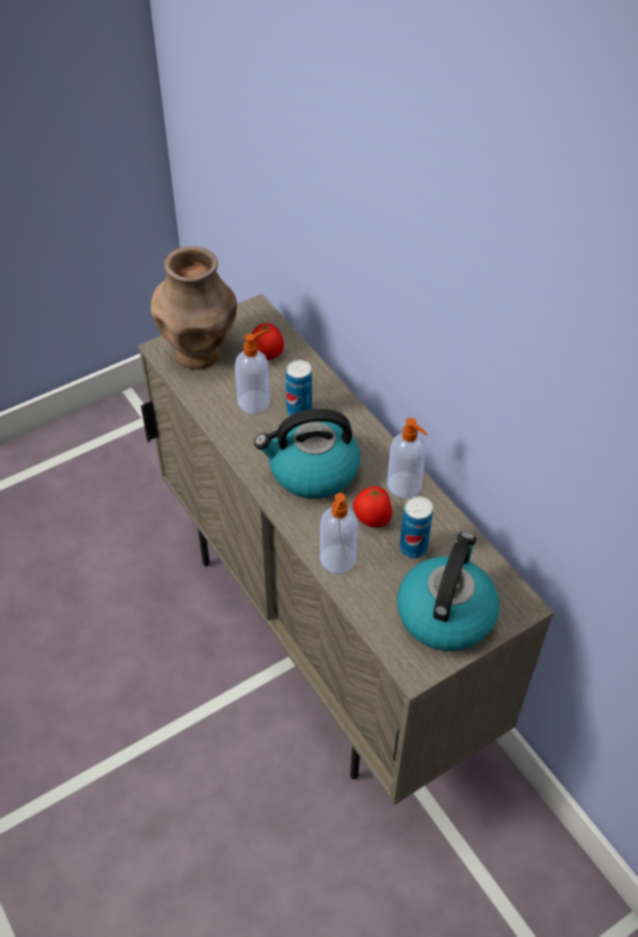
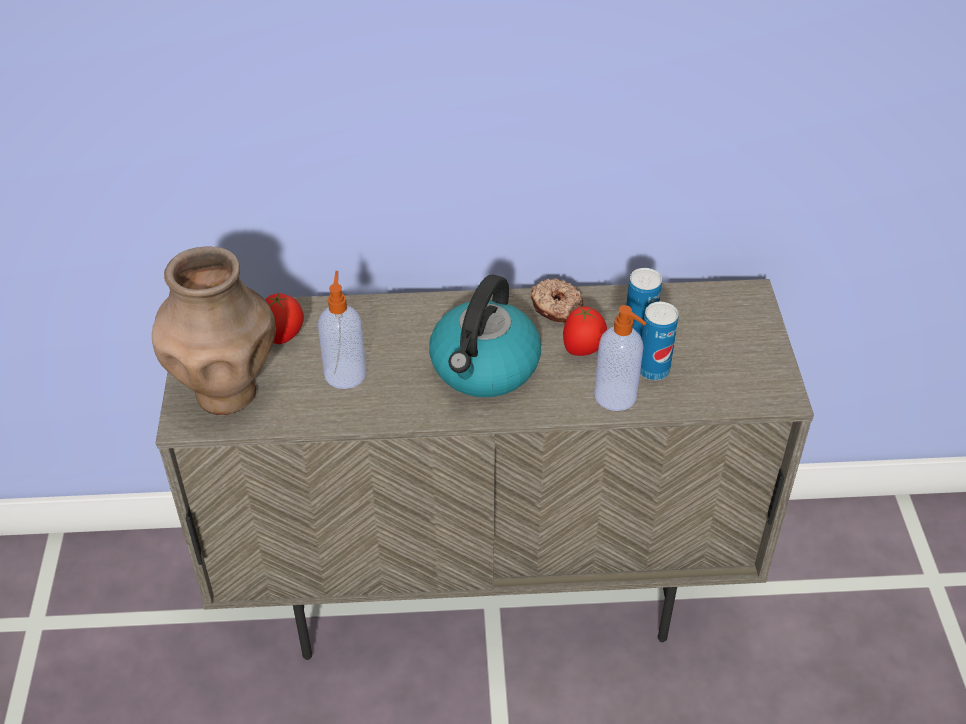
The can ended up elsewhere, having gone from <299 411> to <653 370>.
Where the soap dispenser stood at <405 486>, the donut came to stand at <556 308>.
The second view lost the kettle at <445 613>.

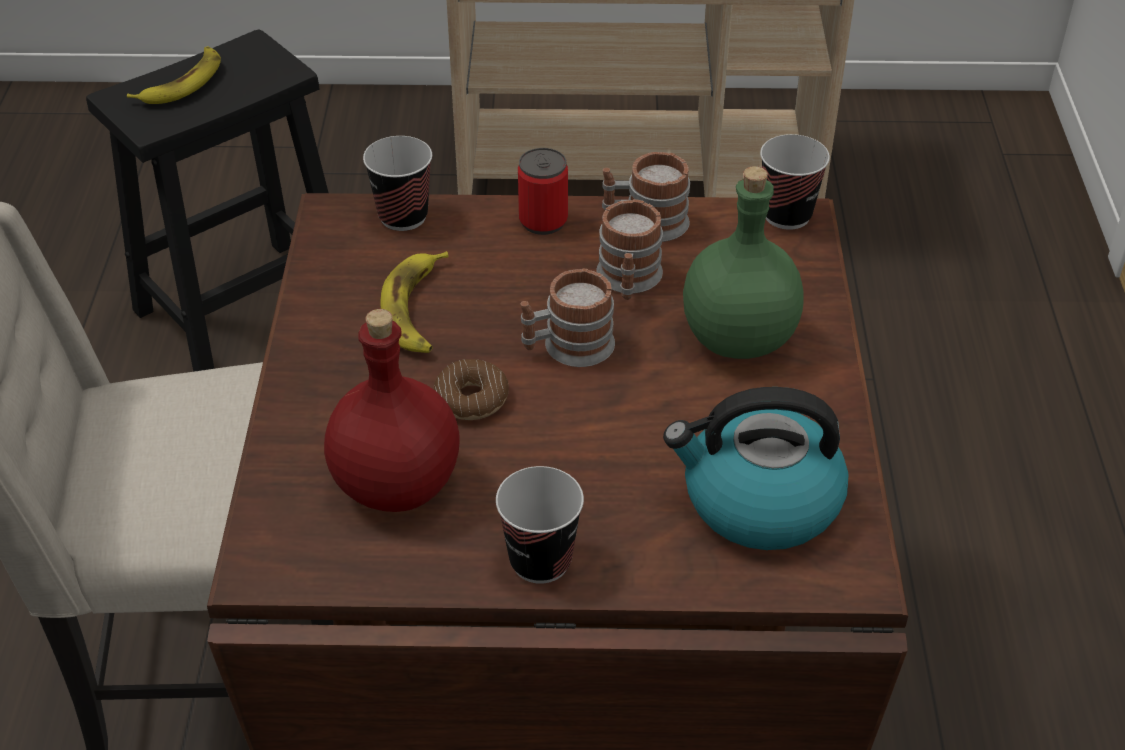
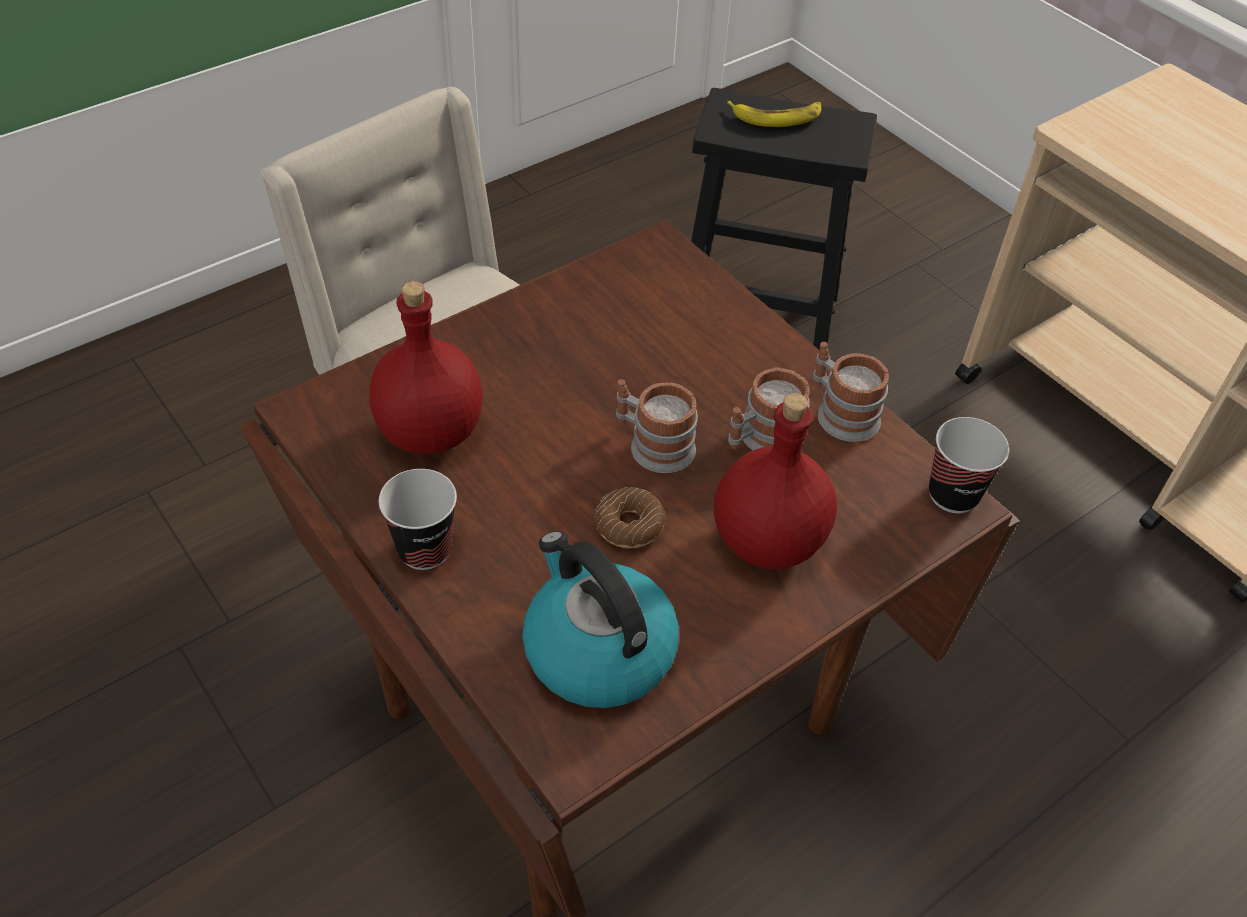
The second view lost the cup at <403 216>.
The second view lost the banana at <417 310>.
The donut ended up elsewhere, having gone from <471 399> to <629 525>.
The second view lost the can at <543 221>.
What was the green bottle at <736 338> turned into the red bottle at <766 540>.

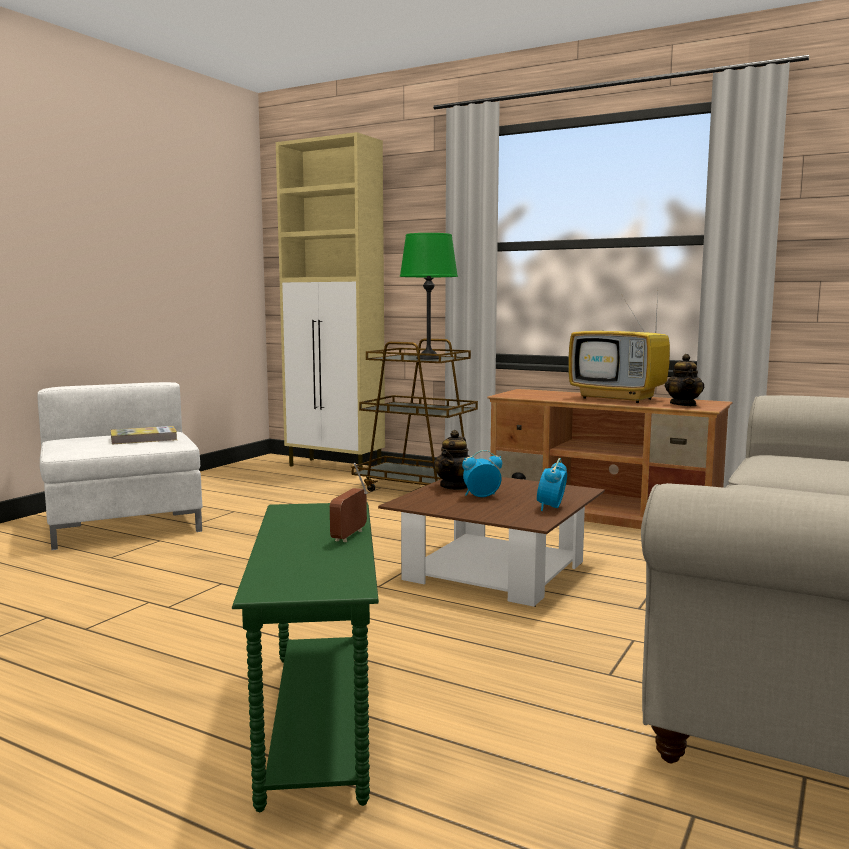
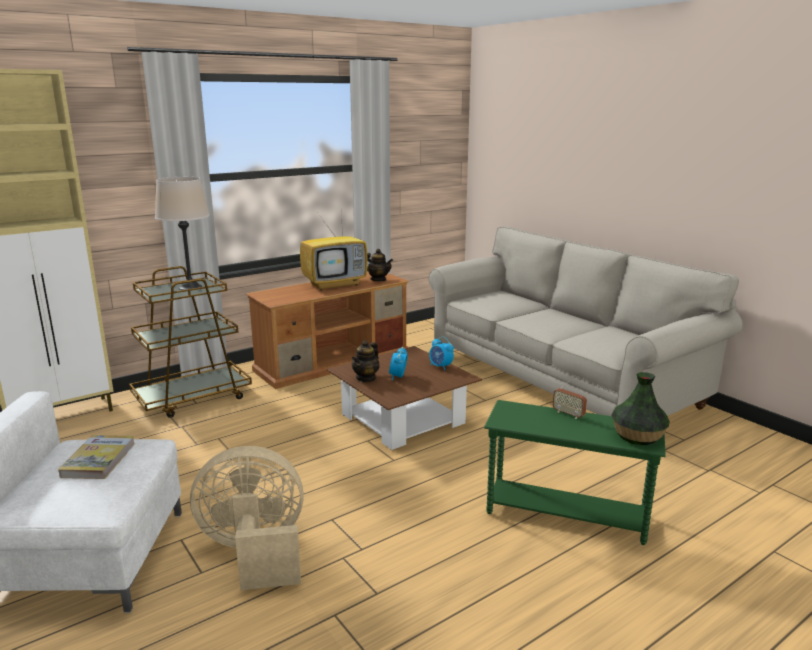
What was the green table lamp at <428 358> turned into the beige table lamp at <190 287>.
The teapot at <454 486> ended up facing another way, 75 degrees clockwise from before.
The second view gained the beige fan at <255 552>.
The second view gained the vase at <637 436>.

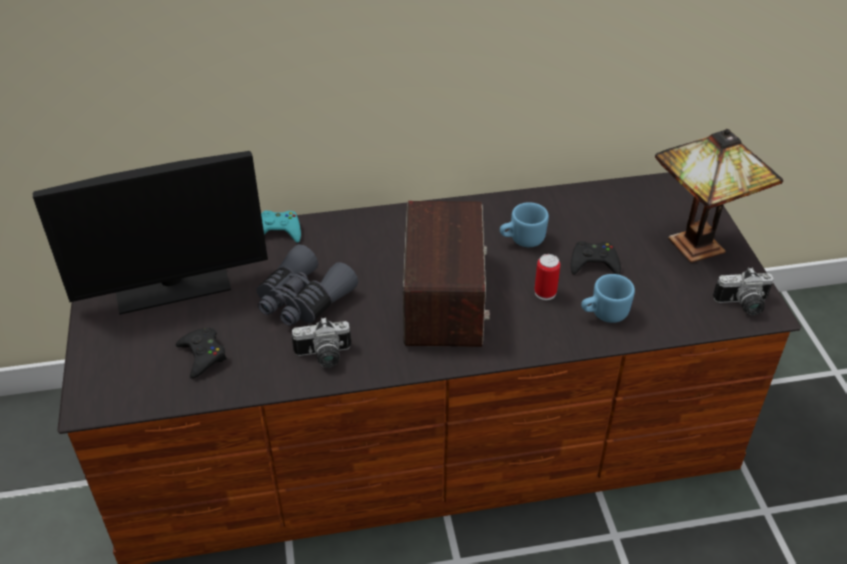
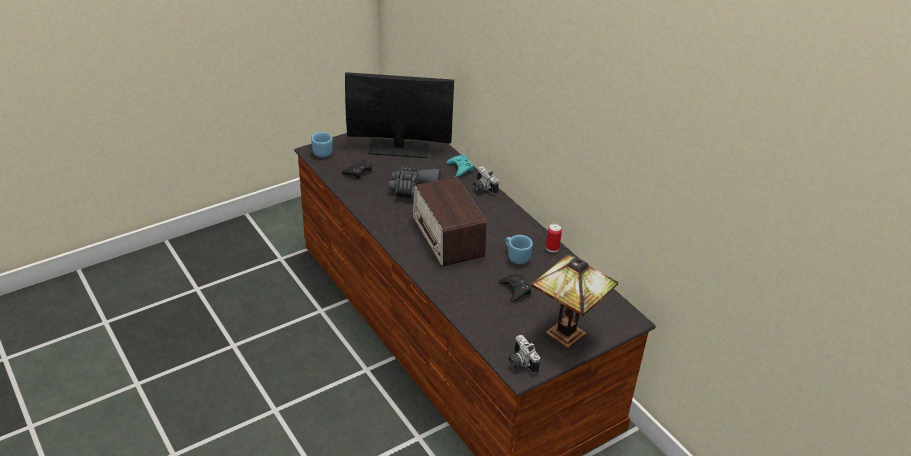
The monitor at <172 285> ended up facing another way, 135 degrees clockwise from before.
The photo camera ended up elsewhere, having gone from <323 356> to <482 188>.
The radio at <443 296> ended up facing another way, 90 degrees clockwise from before.
The can ended up elsewhere, having gone from <545 292> to <552 248>.
The blue mug ended up elsewhere, having gone from <603 313> to <321 152>.

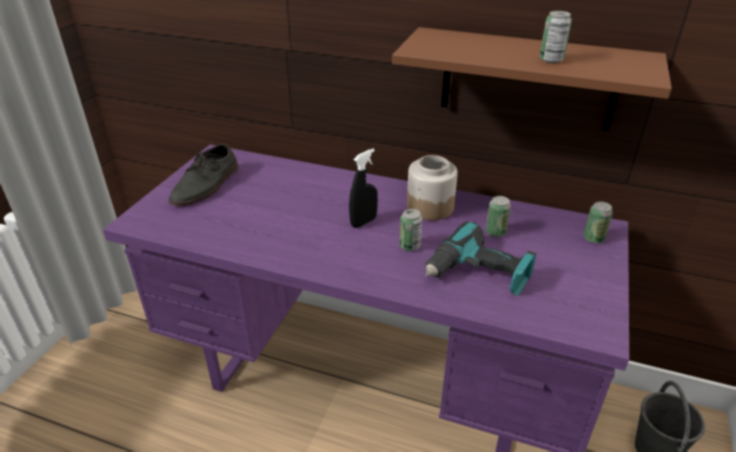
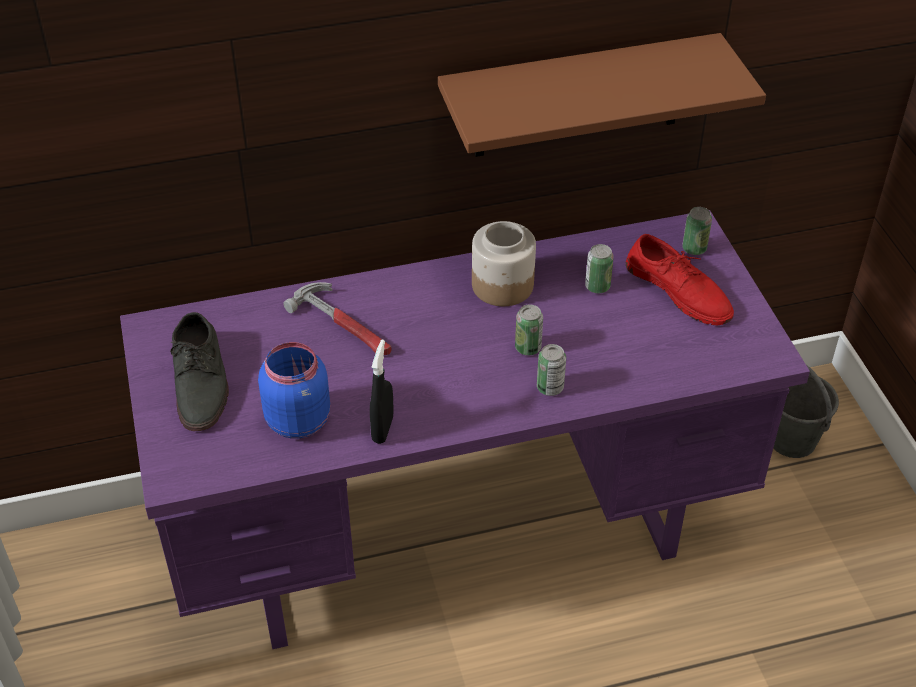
The black spray bottle ended up elsewhere, having gone from <363 222> to <382 429>.
The second view lost the power drill at <478 274>.
The can ended up elsewhere, having gone from <551 60> to <550 387>.
The second view gained the blue jar at <298 419>.
The second view gained the hammer at <345 325>.
The second view gained the red shoe at <679 290>.

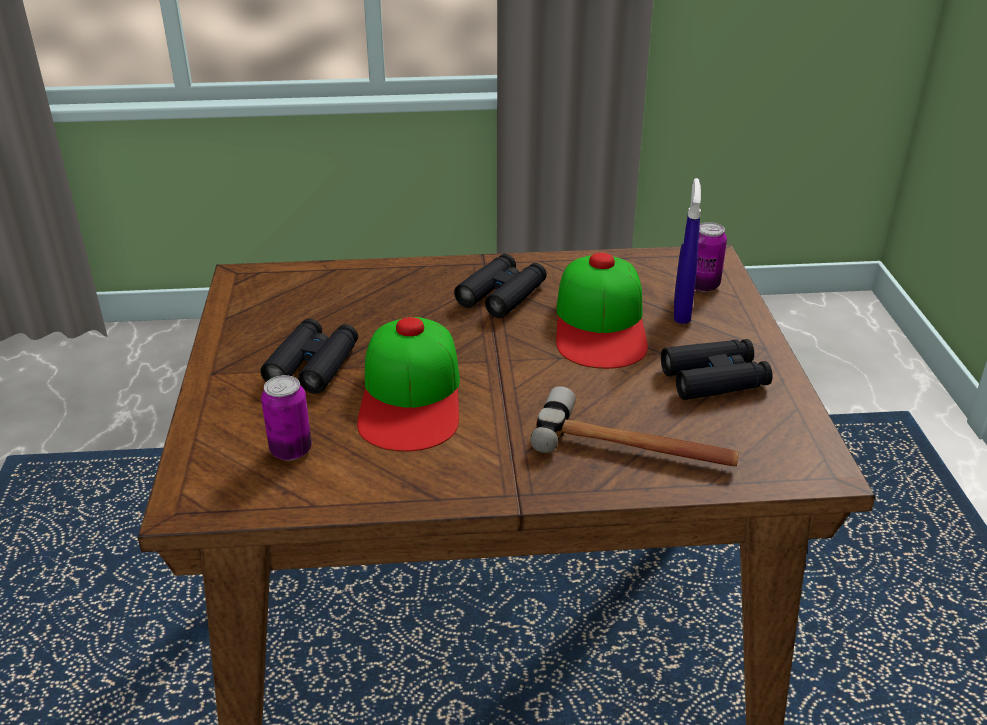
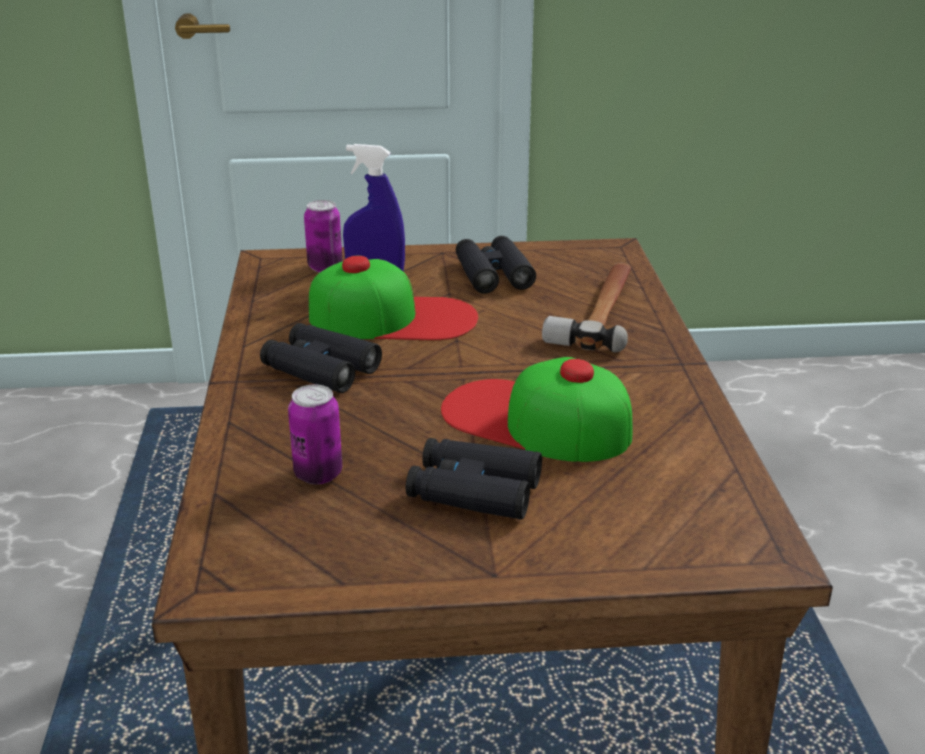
The can ended up elsewhere, having gone from <291 450> to <318 474>.
The cap at <411 396> ended up facing another way, 150 degrees counterclockwise from before.

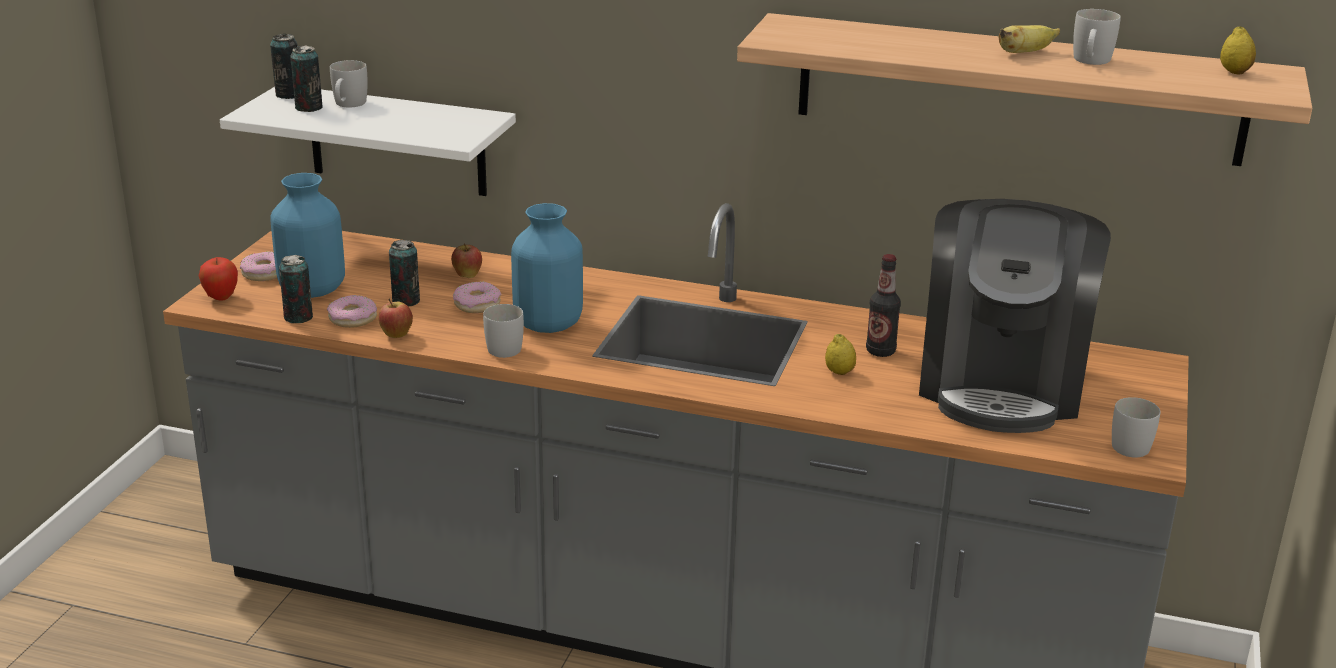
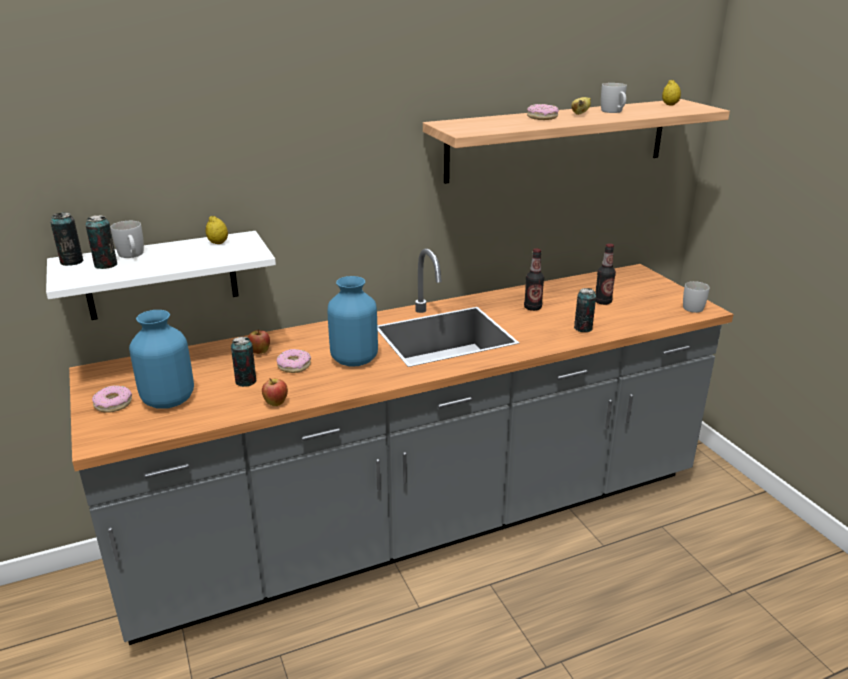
The second view lost the apple at <221 298>.
The can ended up elsewhere, having gone from <298 317> to <583 328>.
The donut ended up elsewhere, having gone from <353 319> to <542 117>.
The second view lost the white mug at <501 346>.
The lemon ended up elsewhere, having gone from <839 372> to <218 243>.
Where the coffee machine stood at <1001 383>, the bottle came to stand at <602 302>.

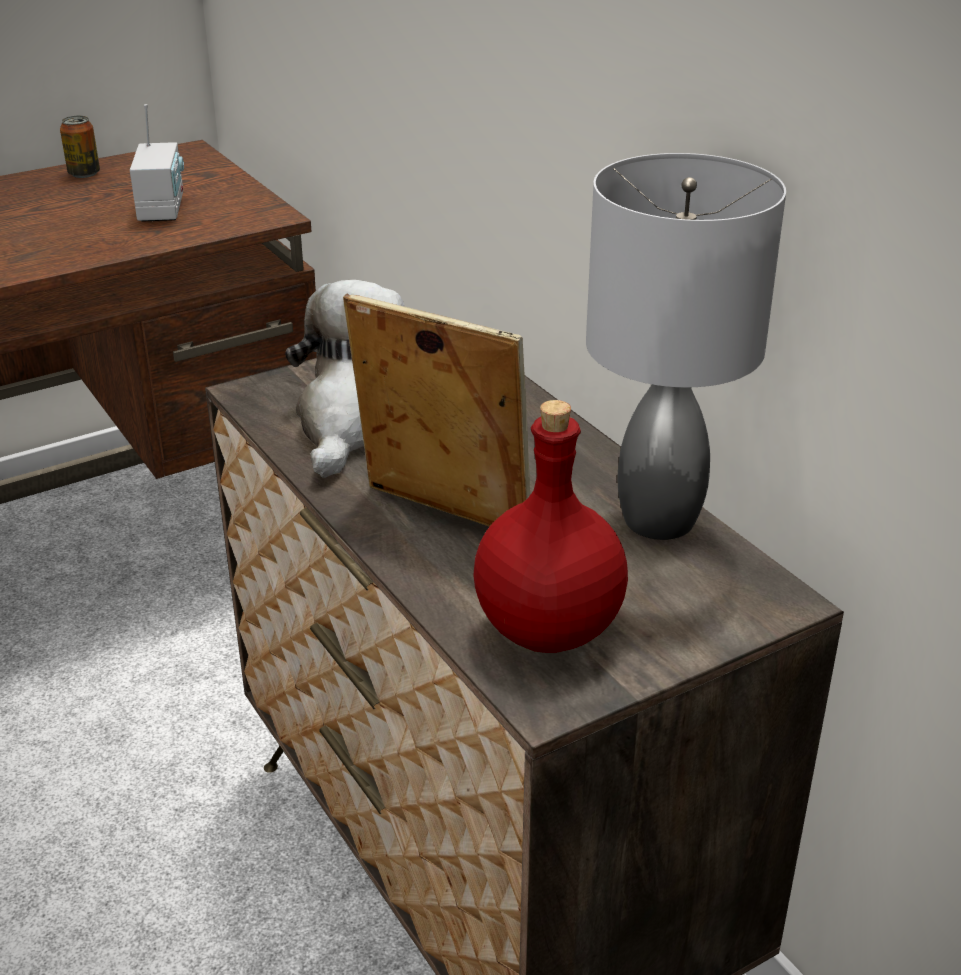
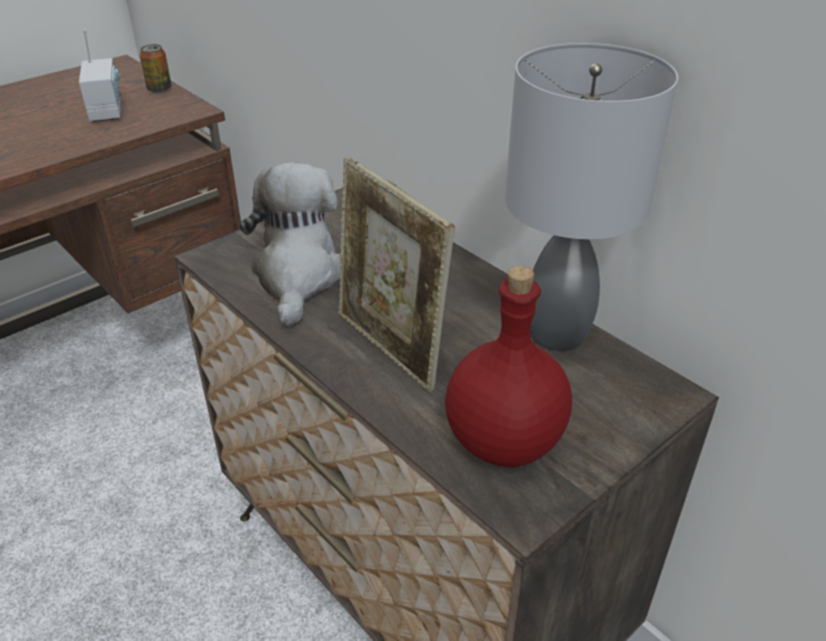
The can ended up elsewhere, having gone from <84 174> to <159 89>.
The picture frame at <441 515> ended up facing another way, 150 degrees counterclockwise from before.

